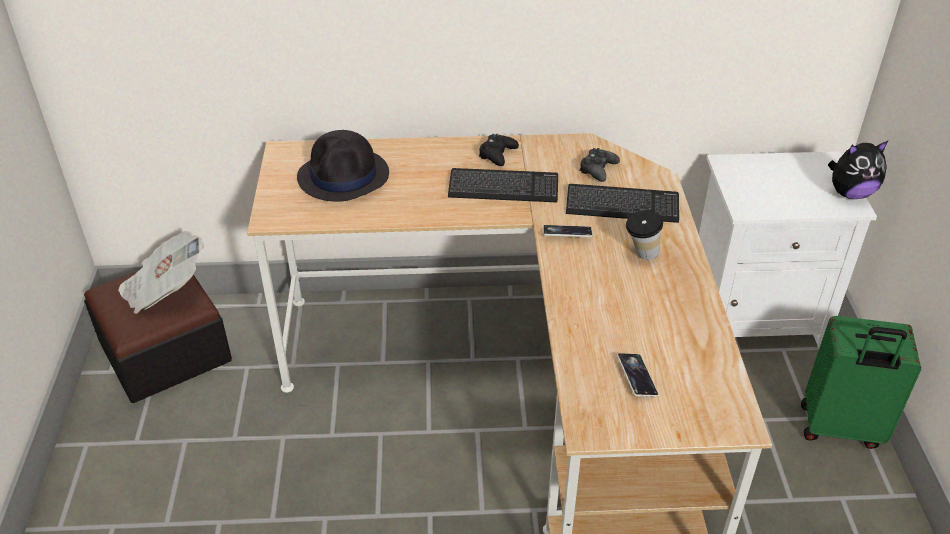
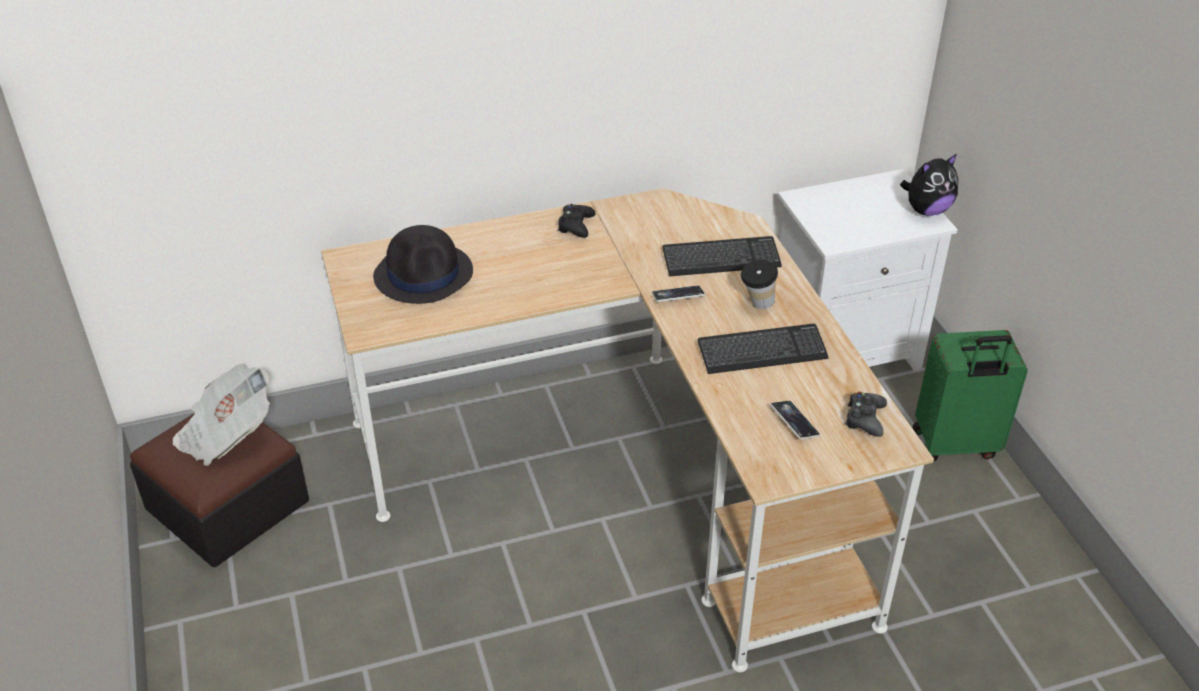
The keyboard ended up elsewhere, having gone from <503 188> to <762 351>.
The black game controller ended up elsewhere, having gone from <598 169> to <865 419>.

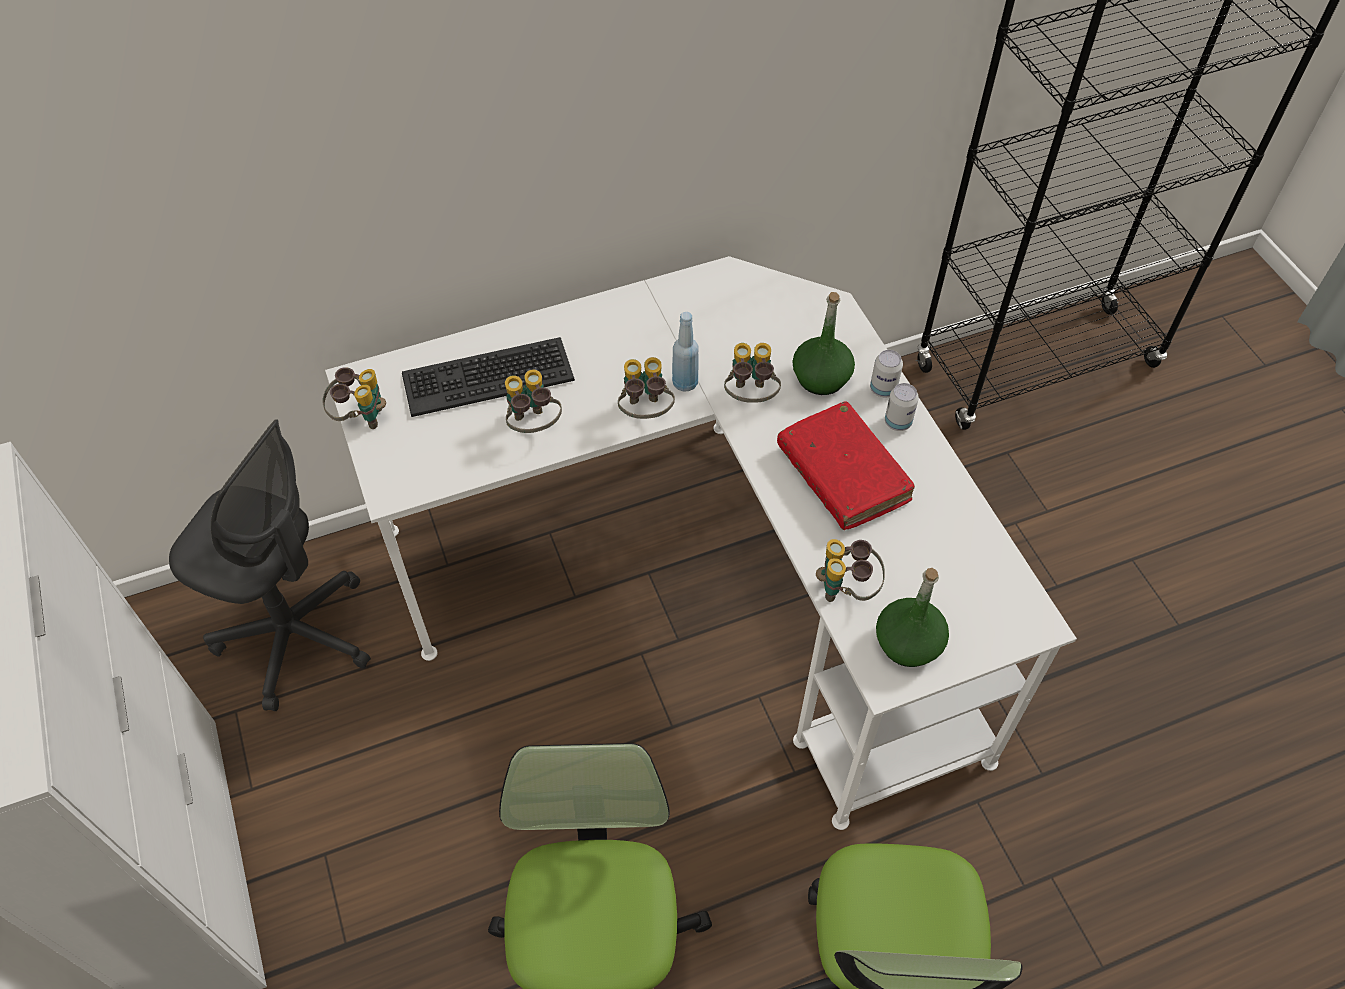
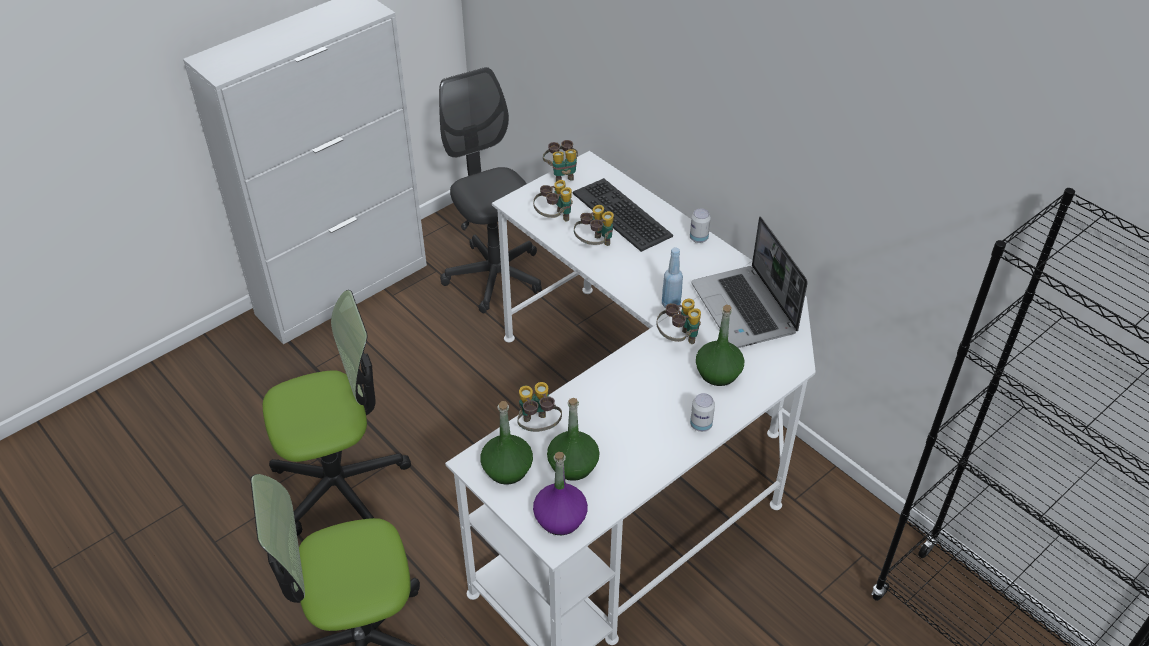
The grey office chair at <296 636> ended up facing another way, 150 degrees clockwise from before.
The binoculars ended up elsewhere, having gone from <645 412> to <554 218>.
The second view lost the red book at <843 474>.
The can ended up elsewhere, having gone from <883 389> to <698 238>.
The second view gained the purple bottle at <560 519>.
The second view gained the green bottle at <572 465>.
The second view gained the laptop at <745 309>.

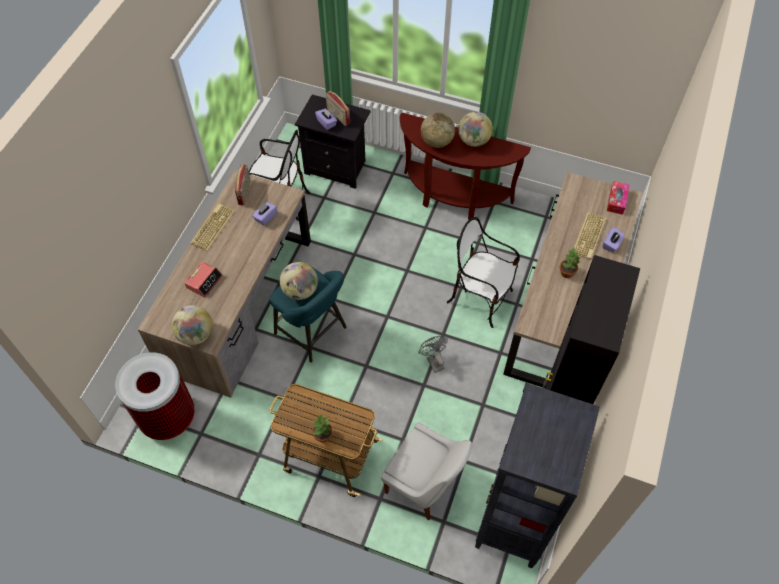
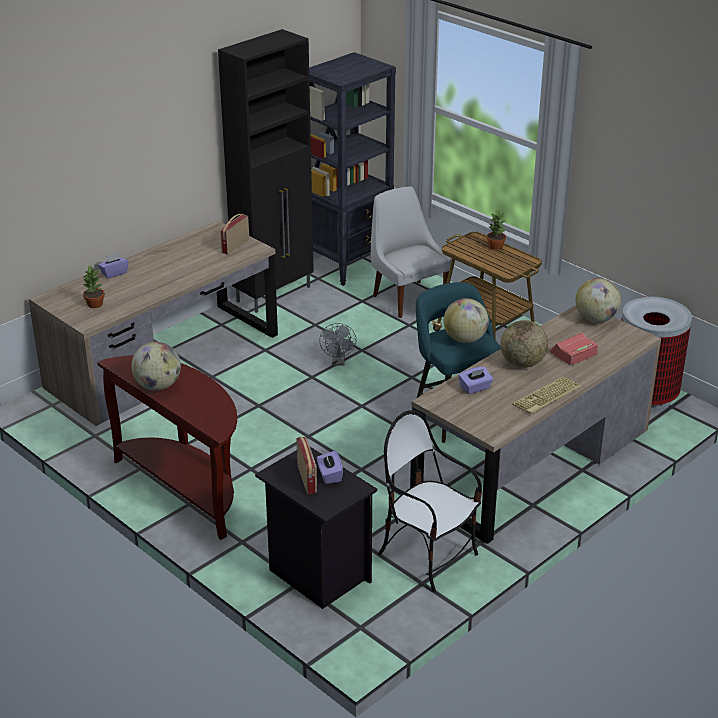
The radio ended up elsewhere, having gone from <245 192> to <235 246>.
The globe ended up elsewhere, having gone from <436 142> to <522 363>.
The second view lost the chair at <480 298>.
The potted plant ended up elsewhere, having gone from <566 272> to <95 304>.
The second view lost the keyboard at <589 237>.
The second view lost the tissue box at <616 201>.

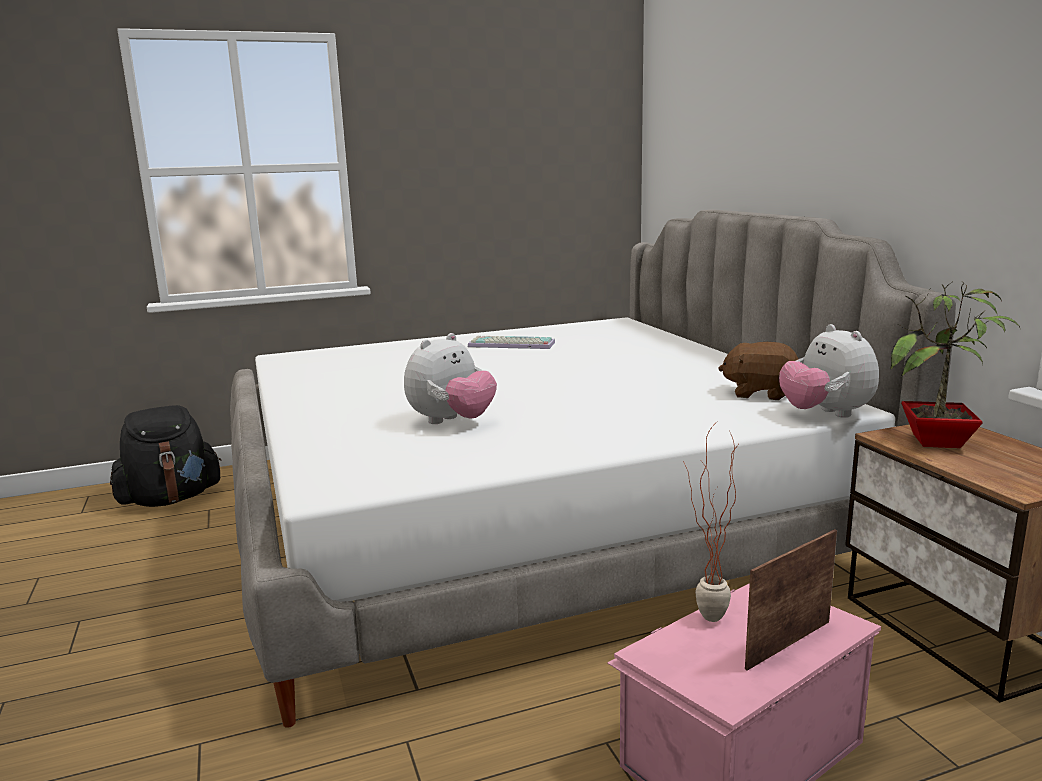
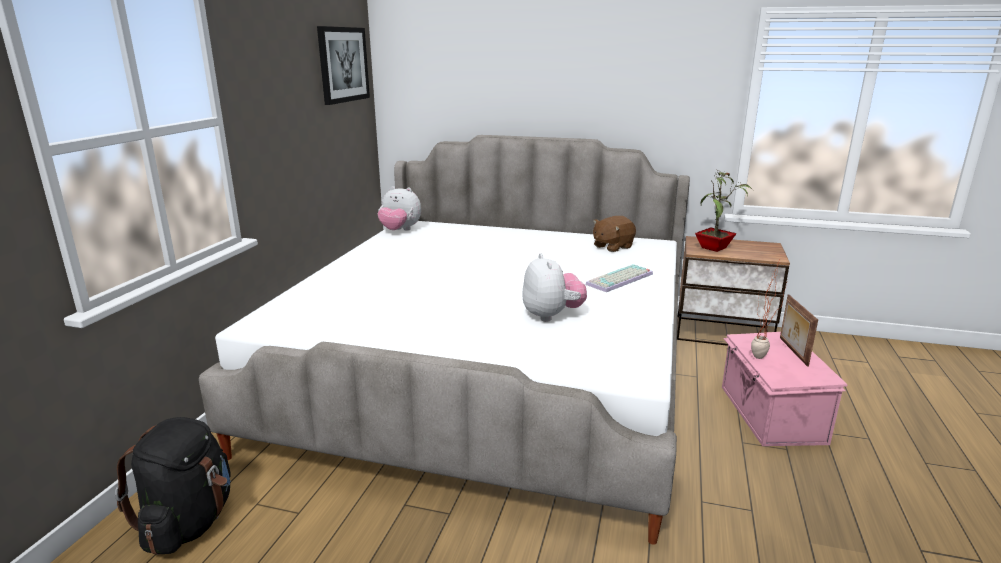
The keyboard ended up elsewhere, having gone from <510 345> to <620 280>.
The plush toy ended up elsewhere, having gone from <825 414> to <400 230>.
The second view gained the picture at <343 64>.

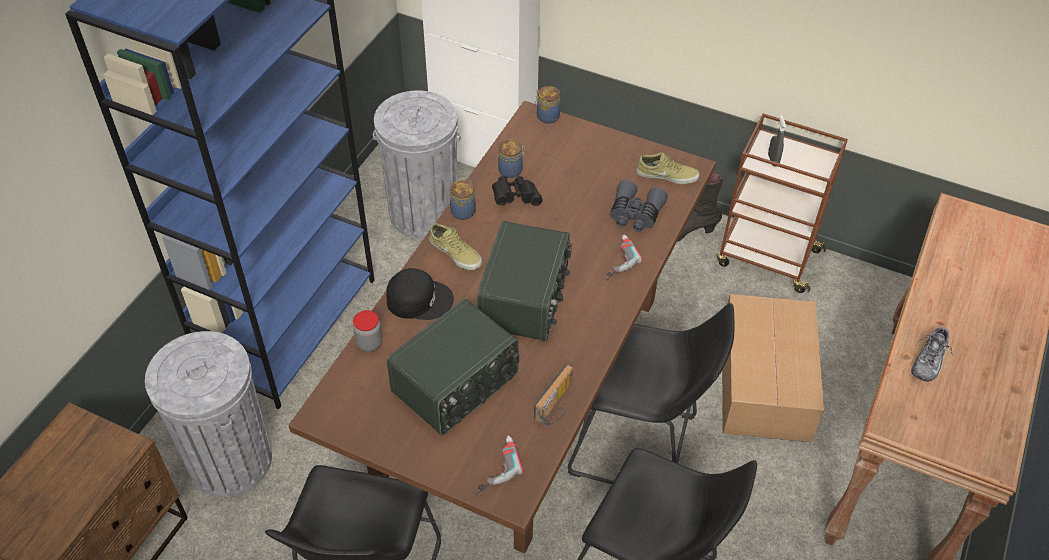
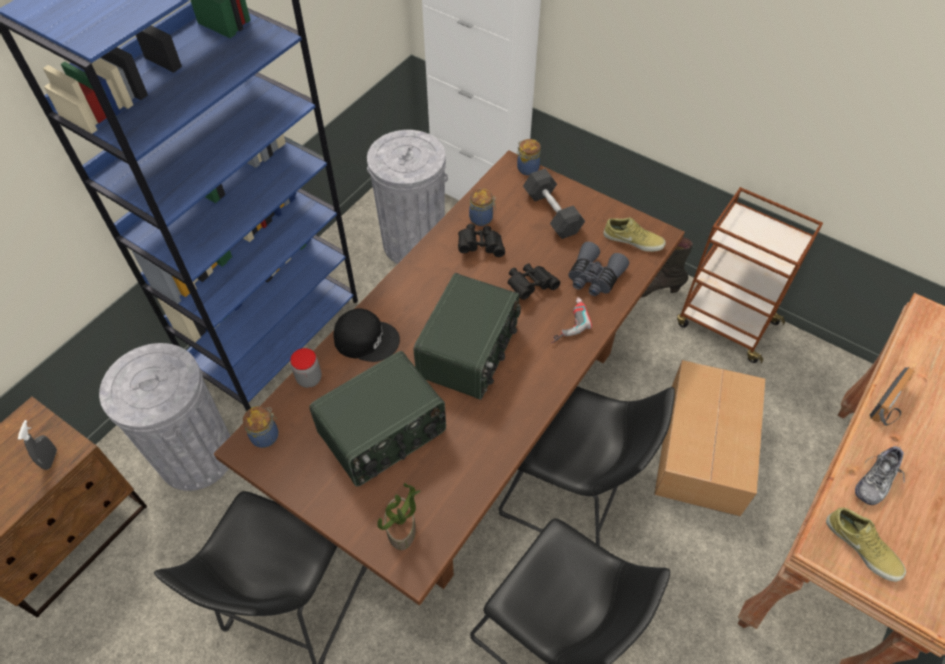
The beige shoe ended up elsewhere, having gone from <456 252> to <863 546>.
The jar ended up elsewhere, having gone from <464 211> to <266 435>.
Where the power drill stood at <494 467>, the potted plant came to stand at <401 528>.
The radio ended up elsewhere, having gone from <557 405> to <891 406>.
The grey spray bottle ended up elsewhere, having gone from <773 160> to <50 459>.
The second view gained the black binoculars at <530 286>.
The second view gained the black dumbbell at <552 213>.

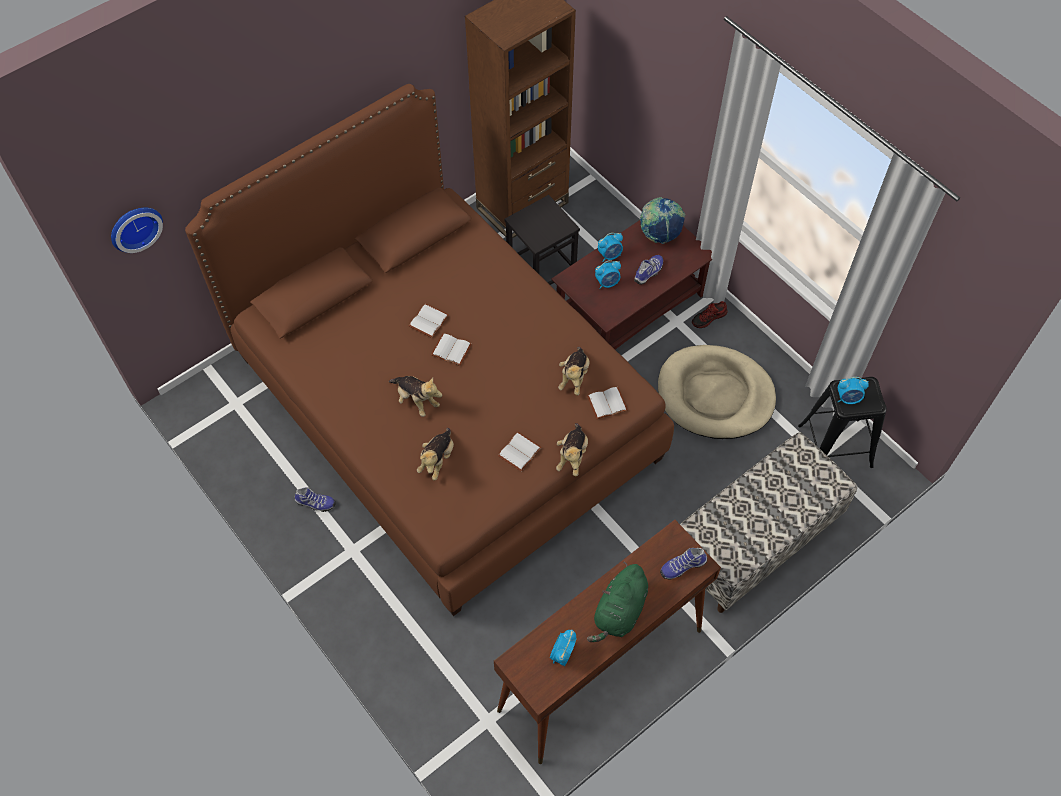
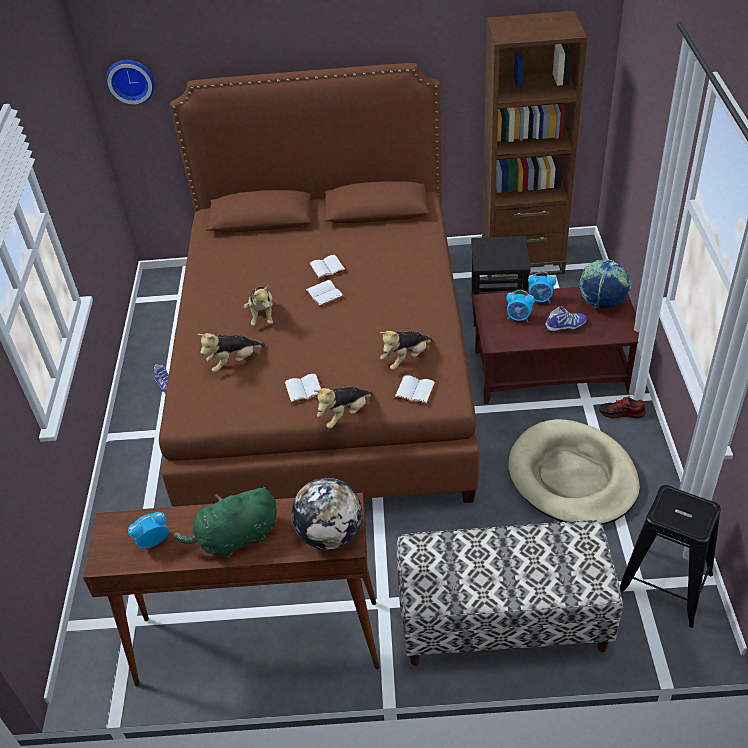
Where the shoe stood at <682 566>, the globe came to stand at <330 534>.
The second view lost the alarm clock at <848 398>.

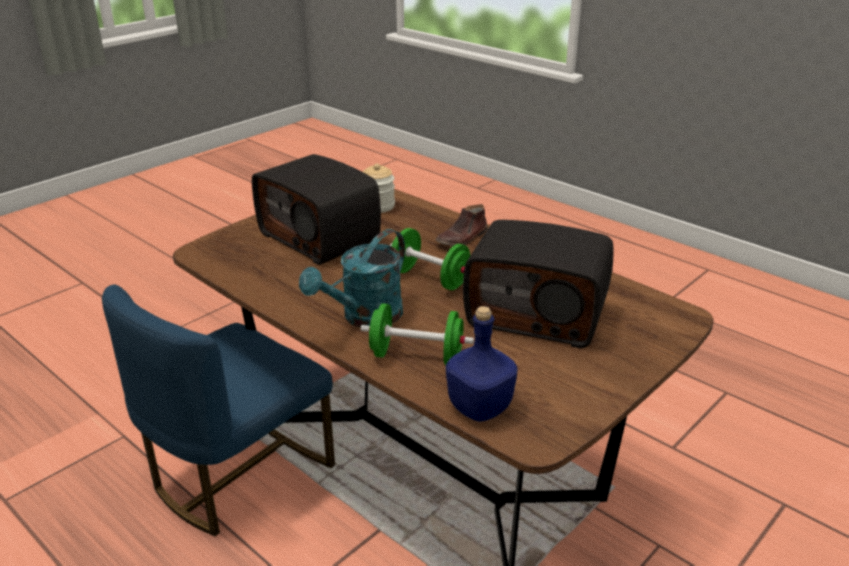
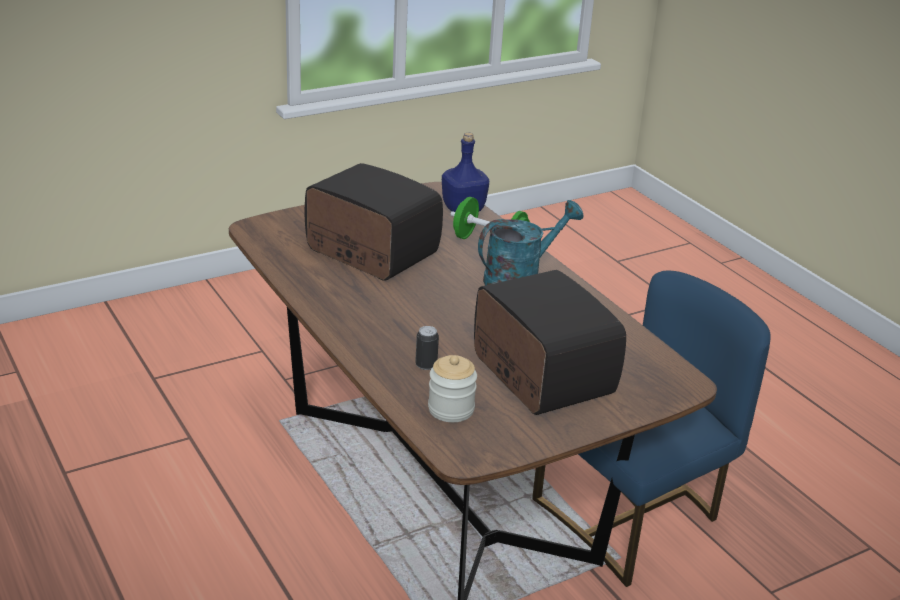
The second view lost the green dumbbell at <430 278>.
The second view lost the brown shoe at <462 238>.
The second view gained the can at <426 365>.

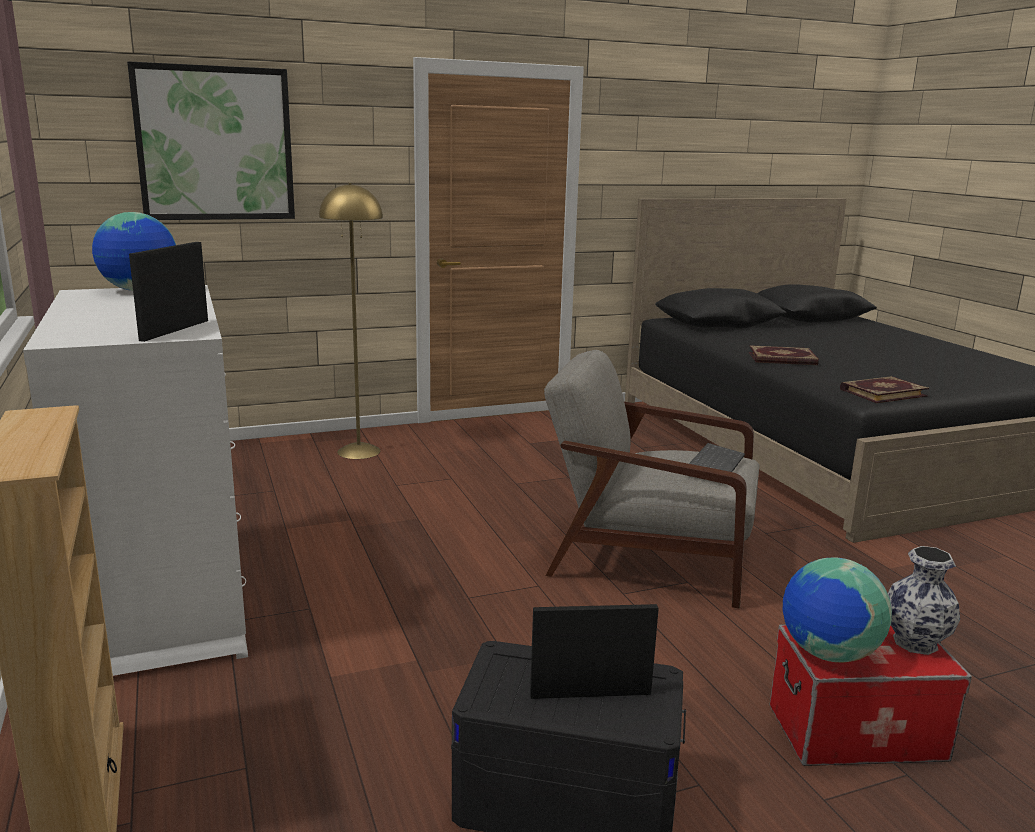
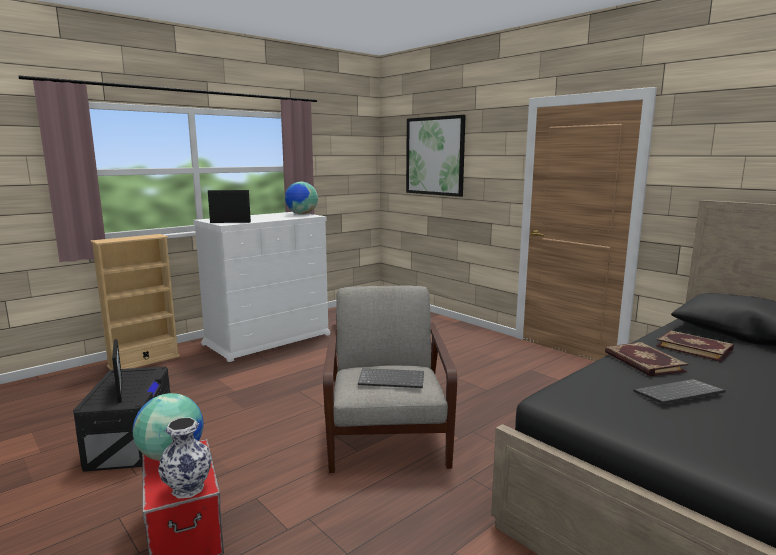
The second view lost the yellow floor lamp at <359 451>.
The book ended up elsewhere, having gone from <882 392> to <694 348>.
The second view gained the keyboard at <679 394>.

